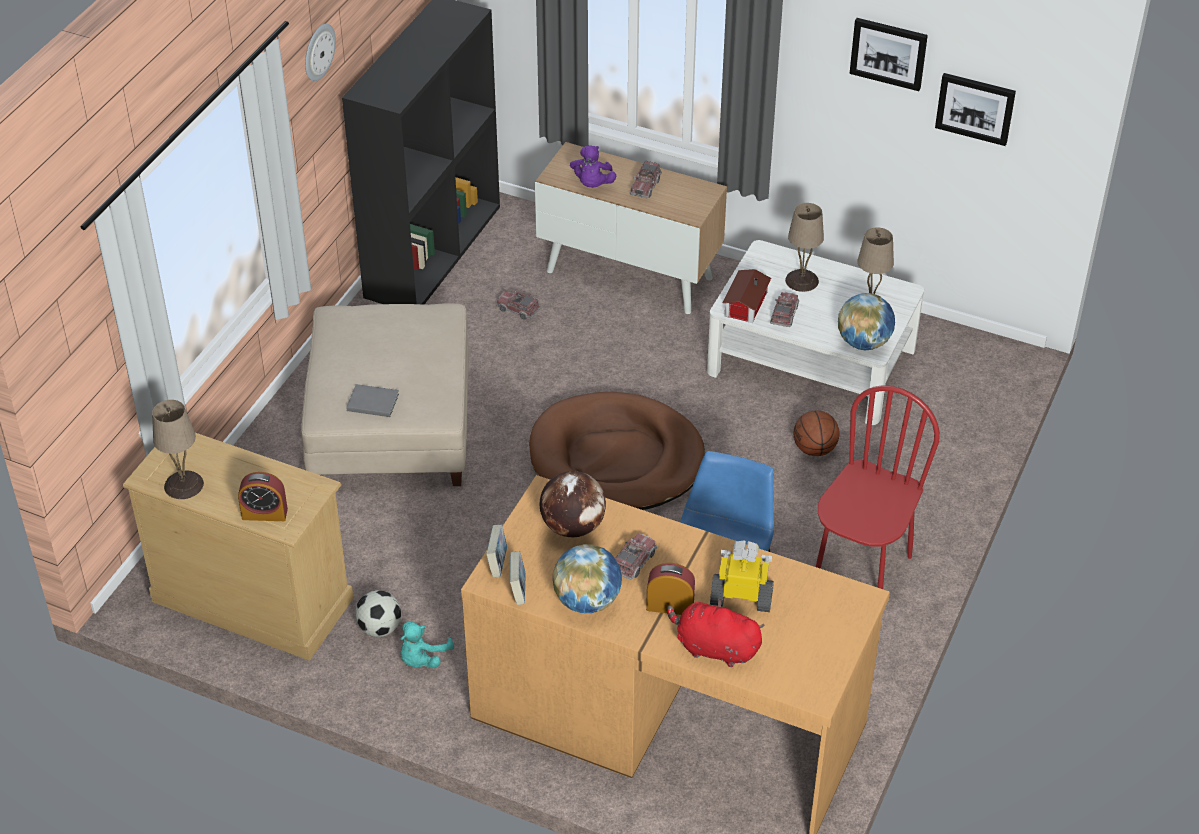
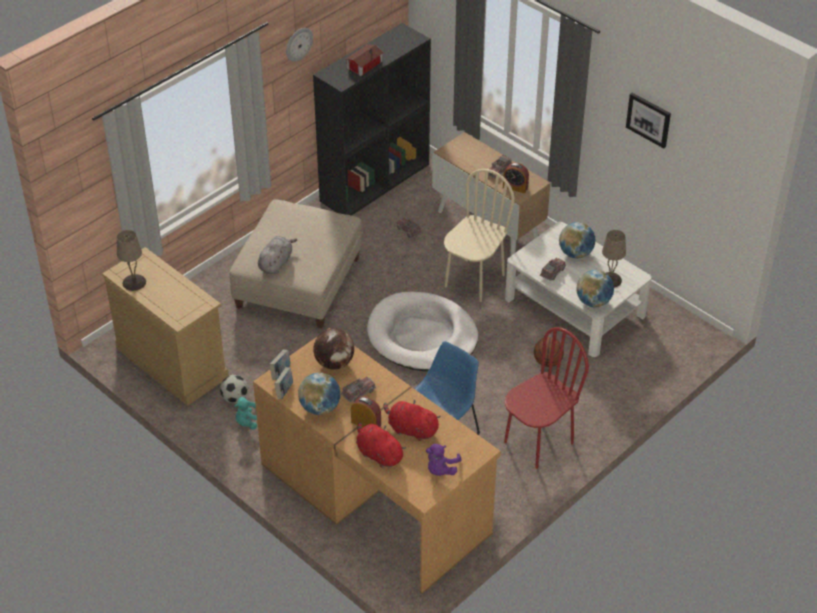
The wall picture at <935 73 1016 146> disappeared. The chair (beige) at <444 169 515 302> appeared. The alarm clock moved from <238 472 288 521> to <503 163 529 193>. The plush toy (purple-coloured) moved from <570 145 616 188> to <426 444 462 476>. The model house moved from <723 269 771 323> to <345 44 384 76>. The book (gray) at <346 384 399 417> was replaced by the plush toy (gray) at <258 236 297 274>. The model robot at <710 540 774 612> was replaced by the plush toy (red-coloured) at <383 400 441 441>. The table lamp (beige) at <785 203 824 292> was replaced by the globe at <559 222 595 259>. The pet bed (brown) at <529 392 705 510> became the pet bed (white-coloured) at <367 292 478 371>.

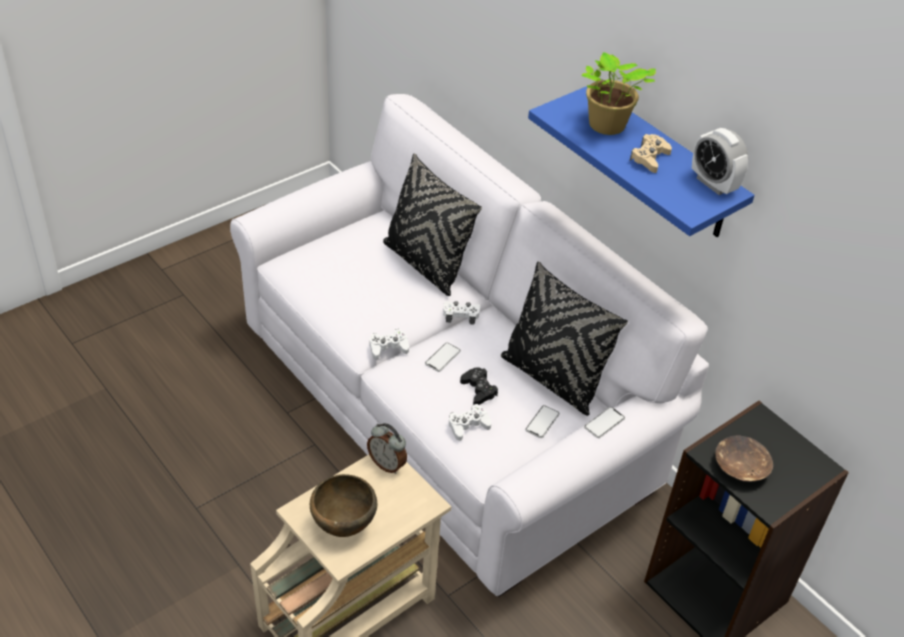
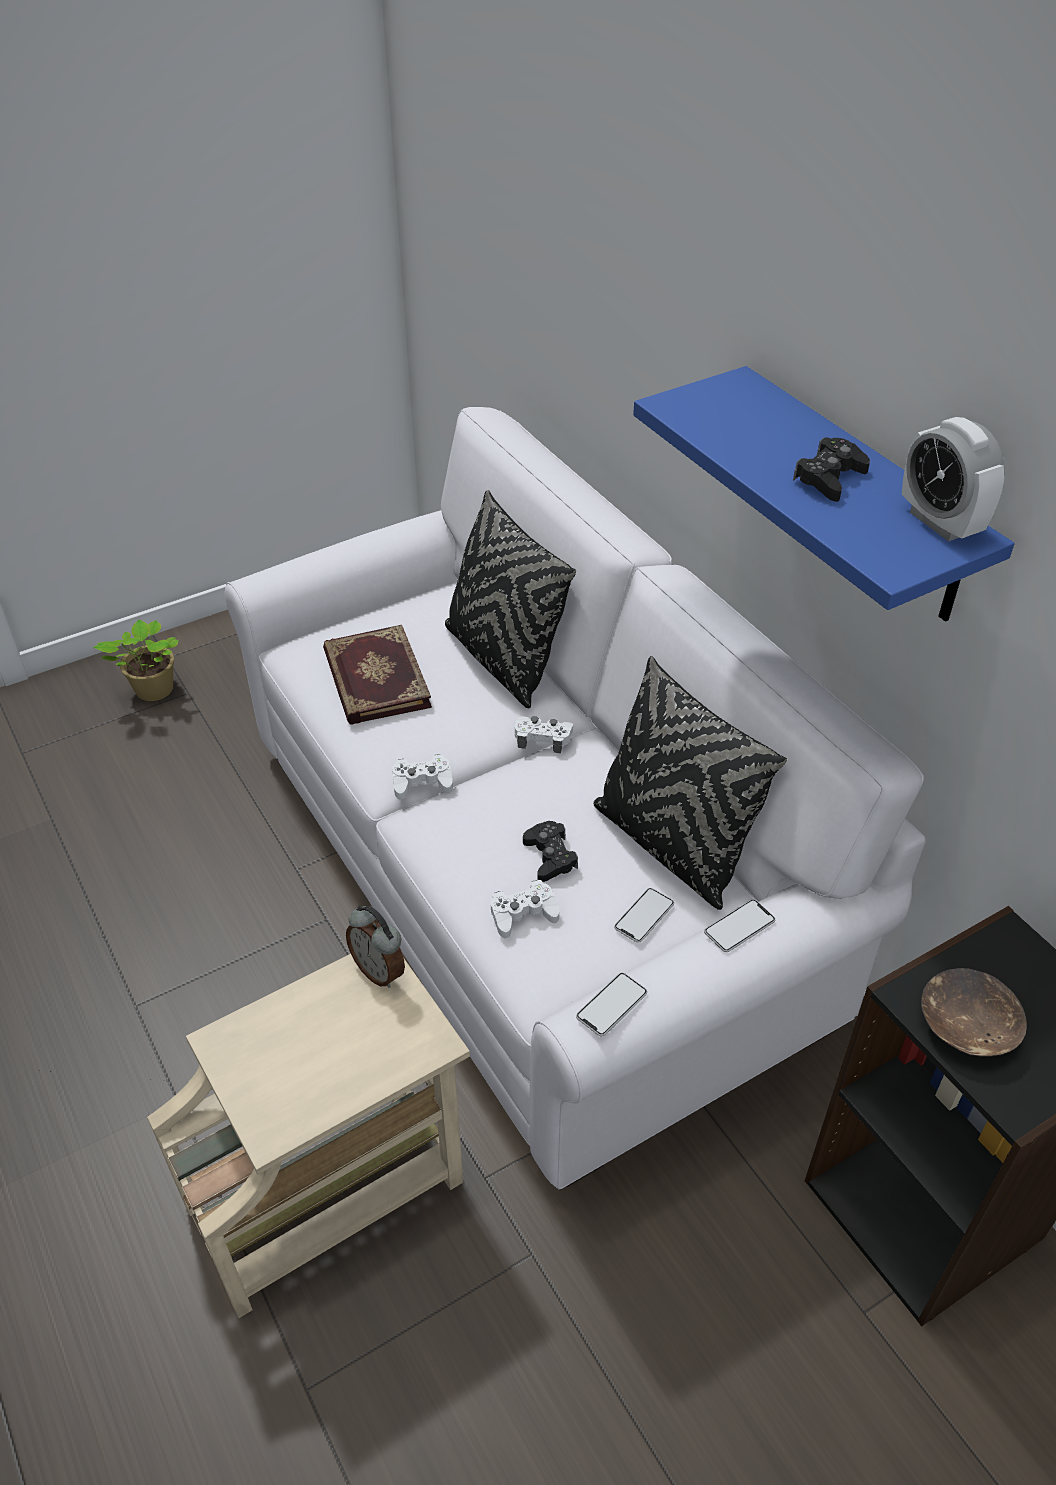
The deep dish (brown) at <310 474 377 537> disappeared. The book at <323 625 432 725> appeared. The handset moved from <425 343 461 372> to <576 973 647 1036>. The houseplant moved from <582 52 656 135> to <93 619 179 701>. The gamepad (beige) at <630 134 672 173> became the gamepad (black-coloured) at <793 437 870 502>.

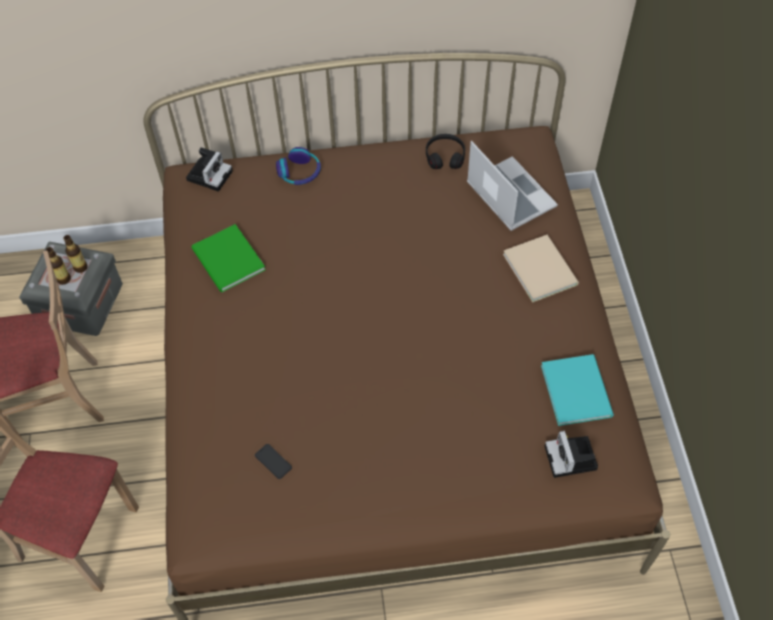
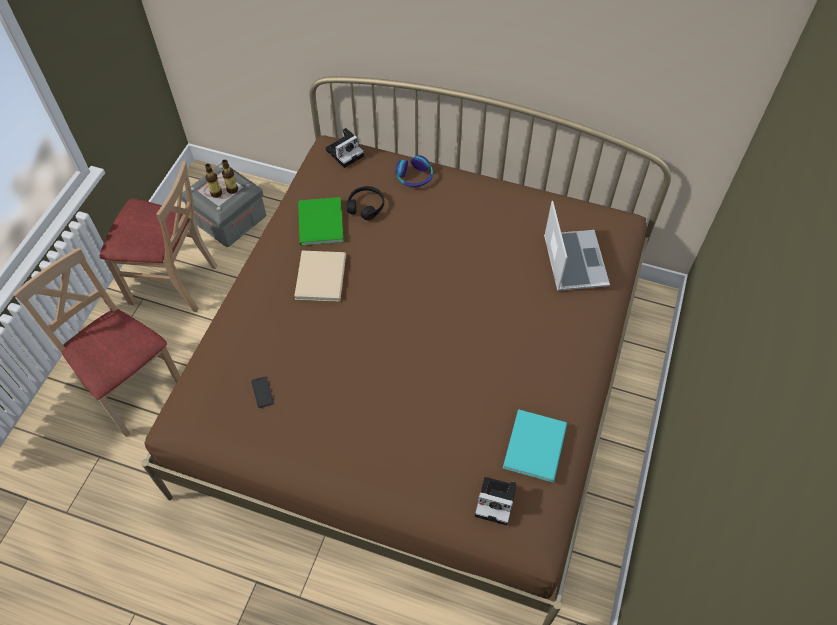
The headphones (black-coloured) moved from <426 134 465 169> to <347 186 384 220>. The book (beige) moved from <503 235 579 303> to <294 251 346 302>. The still camera at <545 431 598 478> turned 90 degrees counterclockwise.

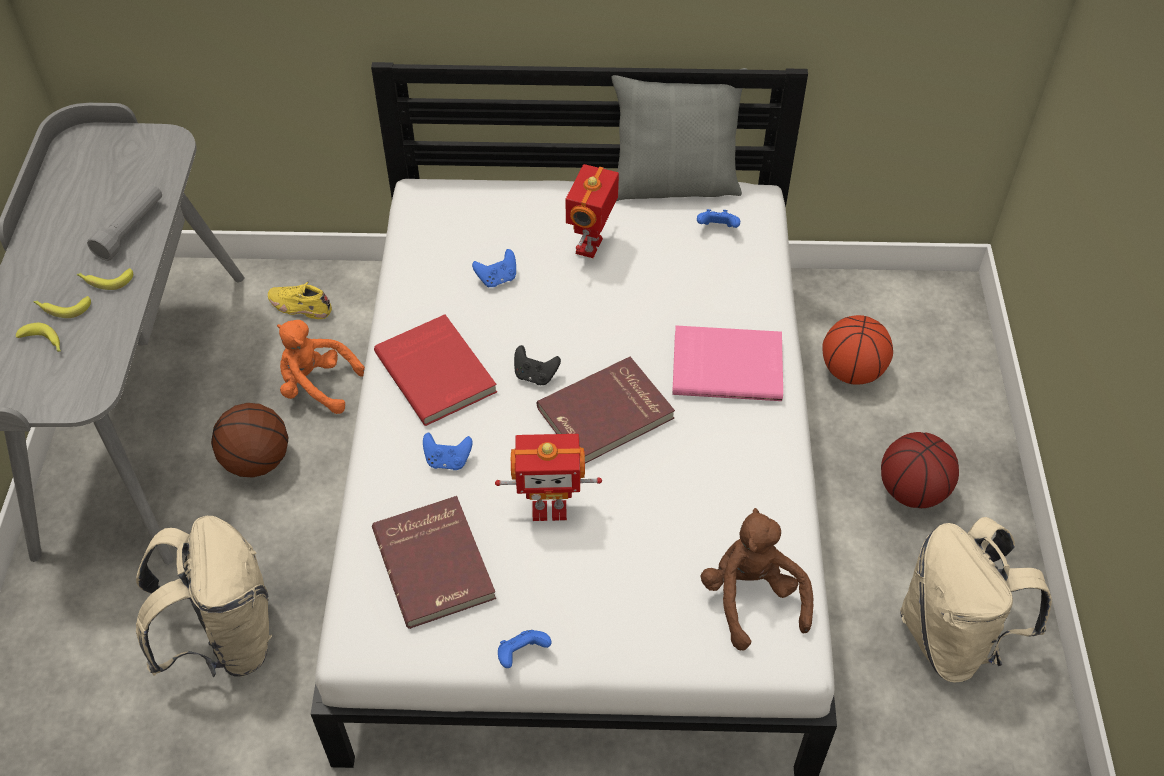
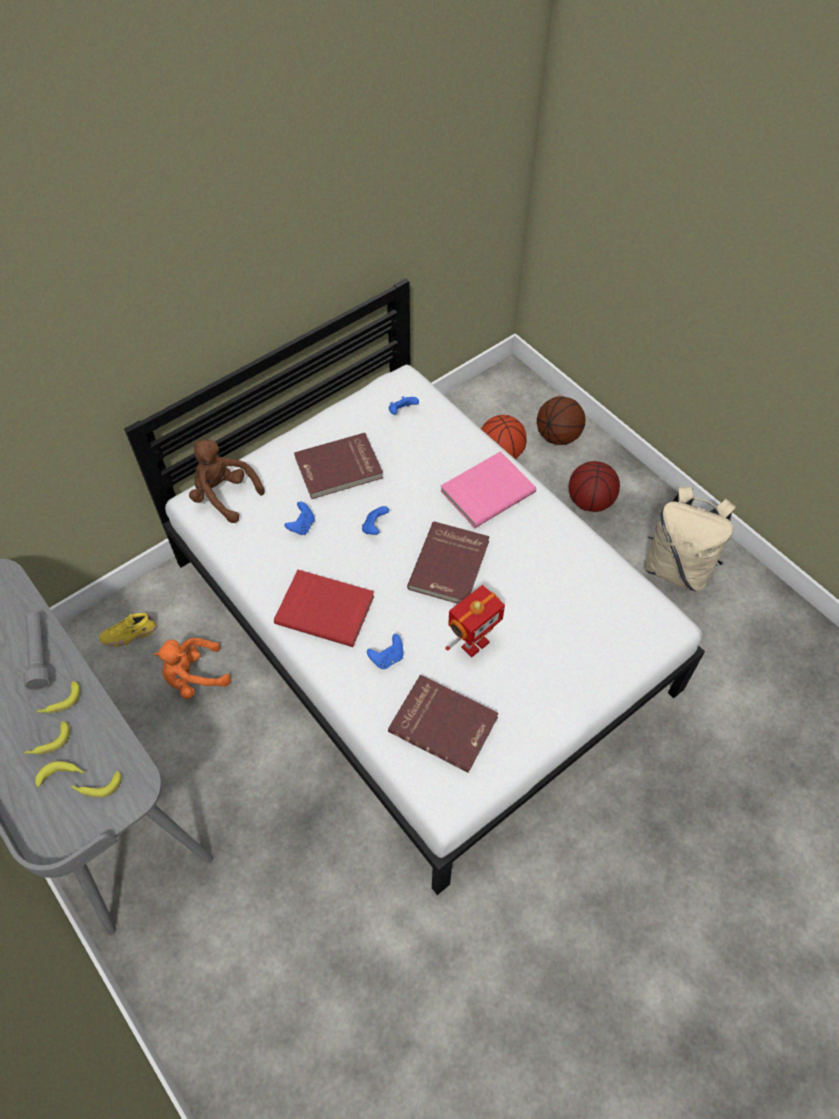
The rucksack (beige) at <136 516 272 677> disappeared. The gamepad (black-coloured) at <514 345 561 385> disappeared. The pillow (gray) at <611 68 747 201> disappeared. The whole banana at <70 771 122 798> appeared. The basketball ball moved from <211 403 288 478> to <537 396 586 445>. The gamepad (blue-coloured) moved from <498 630 552 668> to <362 506 389 535>. The plush toy (brown) moved from <700 508 814 650> to <189 440 265 523>. The model robot at <565 164 619 258> was replaced by the book (red-coloured) at <294 433 383 499>.

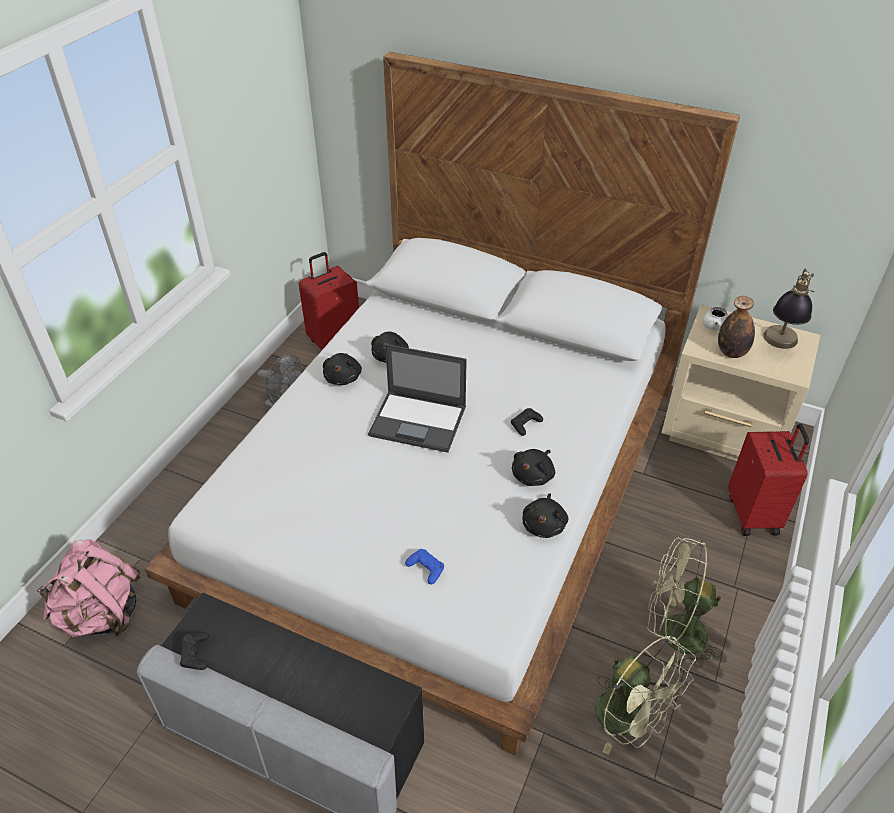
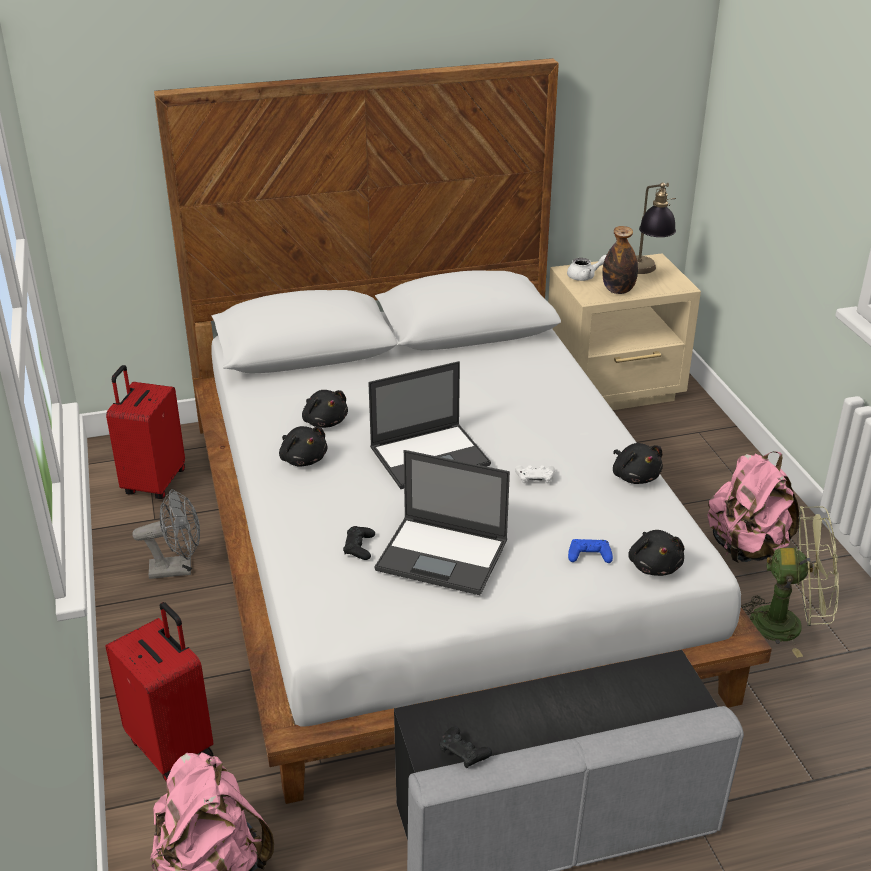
The laptop at <375 450 510 595> appeared. The gamepad (white-coloured) at <515 465 555 484> appeared. The gamepad (black-coloured) moved from <511 408 543 436> to <343 526 375 560>. The plush toy (black-coloured) moved from <512 449 555 486> to <628 530 684 576>. The piece of luggage (red-coloured) moved from <729 424 809 536> to <106 602 213 782>. The cooling fan (greenish) at <647 538 722 669> was replaced by the rucksack (pinkish) at <707 452 799 563>.

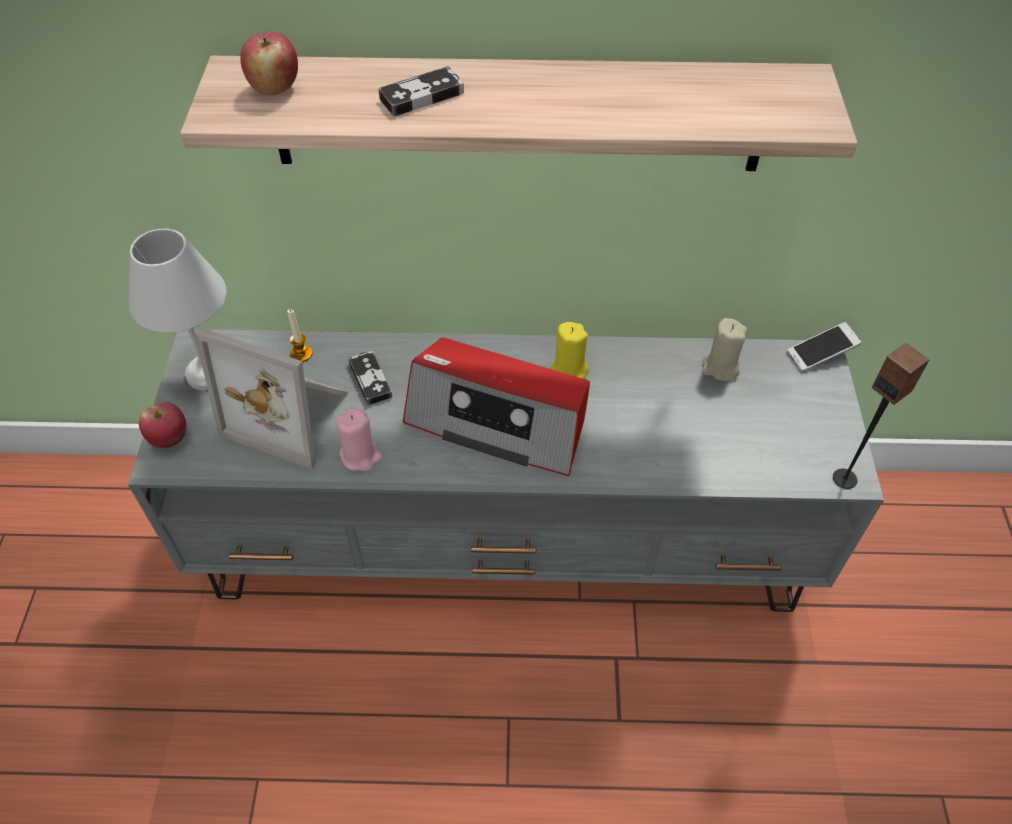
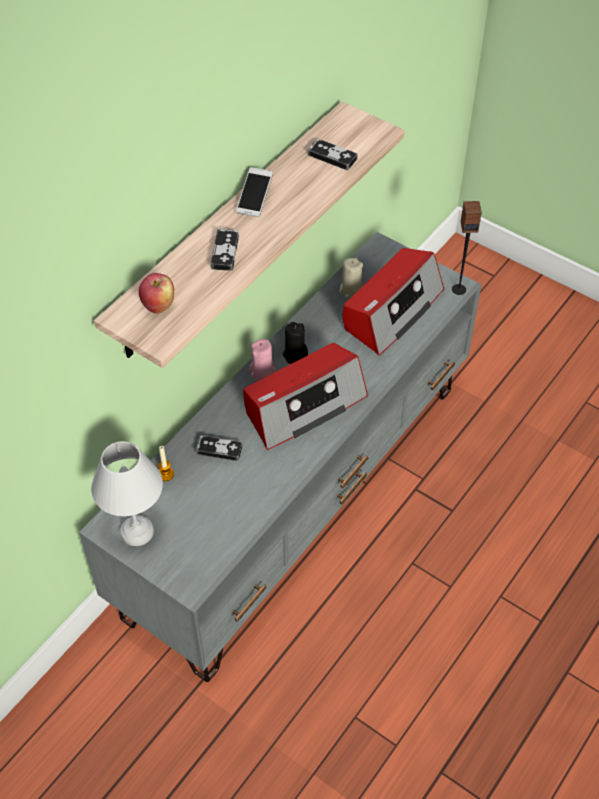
The apple at <139 402 186 448> disappeared. The photo frame at <194 327 348 469> disappeared. The gamepad at <308 139 357 170> appeared. The radio receiver at <343 248 444 356> appeared. The wax light (pinkish) moved from <335 408 383 471> to <249 339 276 380>. The handset moved from <787 322 861 372> to <236 167 273 217>. The wax light (yellowish) at <550 322 589 379> became the wax light (black-coloured) at <283 322 308 364>.

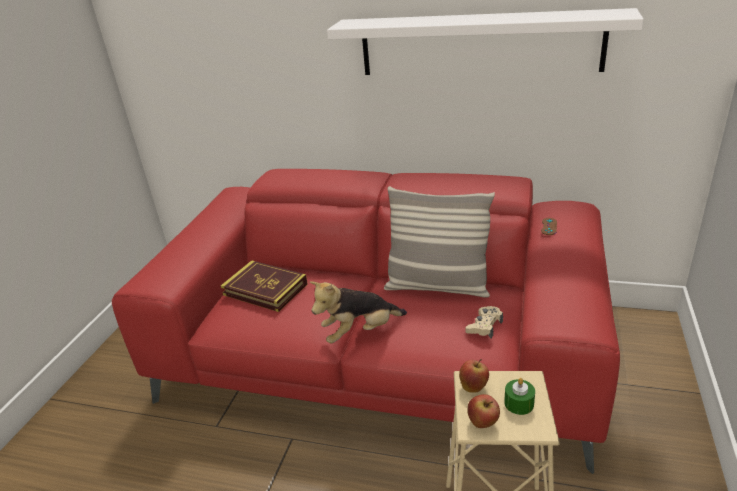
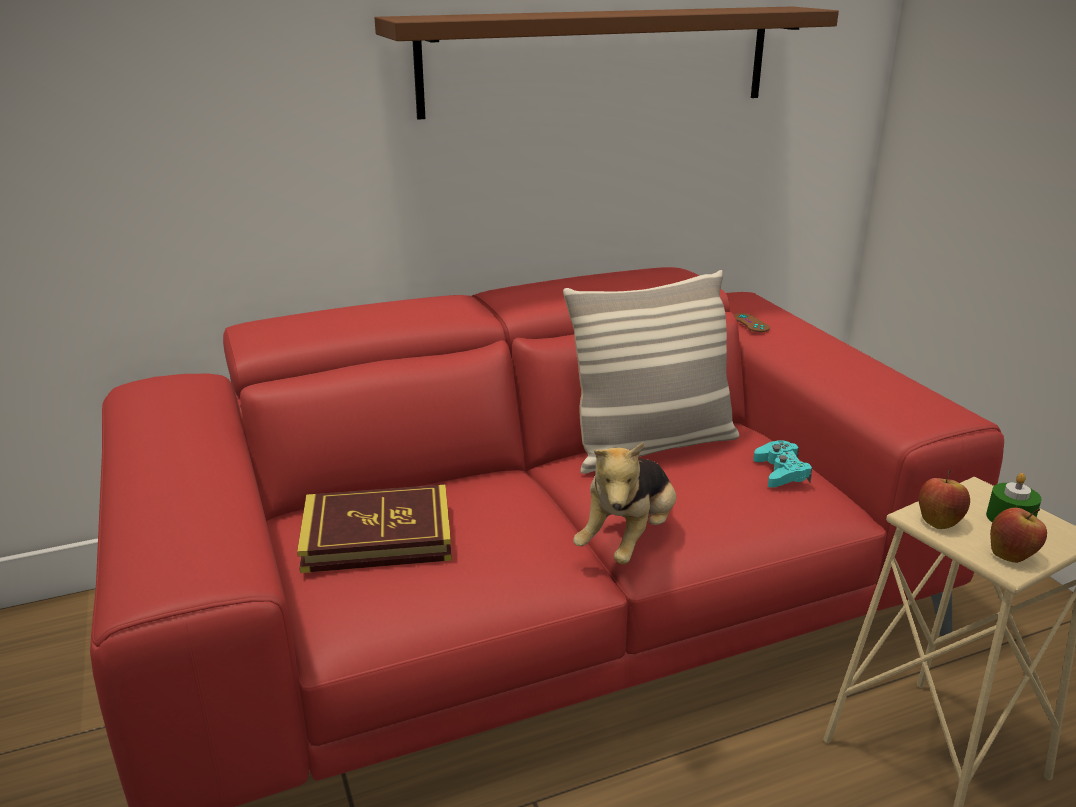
The wall shelf (white-coloured) at <327 8 644 75> became the wall shelf (brown) at <375 6 839 120>. The gamepad (beige) at <466 306 503 338> became the gamepad (turquoise) at <753 440 812 488>.

